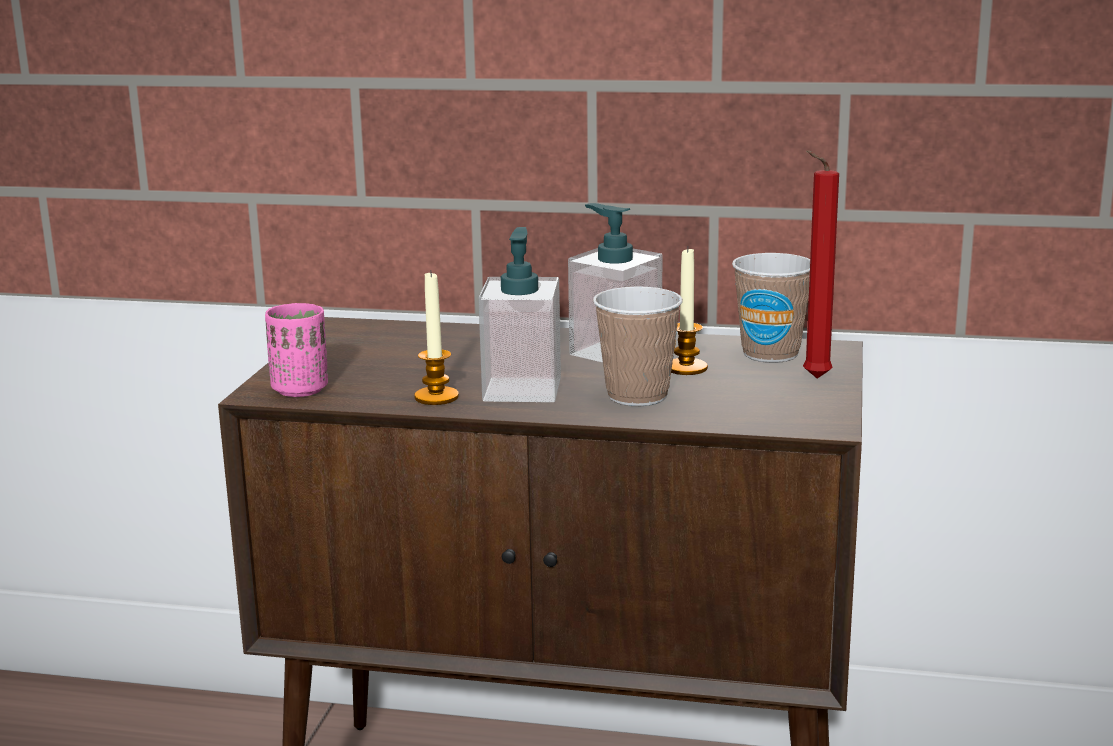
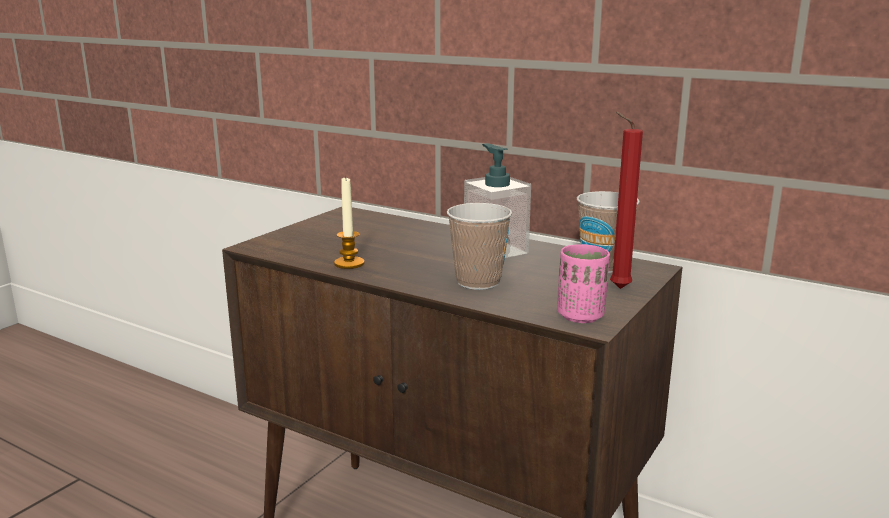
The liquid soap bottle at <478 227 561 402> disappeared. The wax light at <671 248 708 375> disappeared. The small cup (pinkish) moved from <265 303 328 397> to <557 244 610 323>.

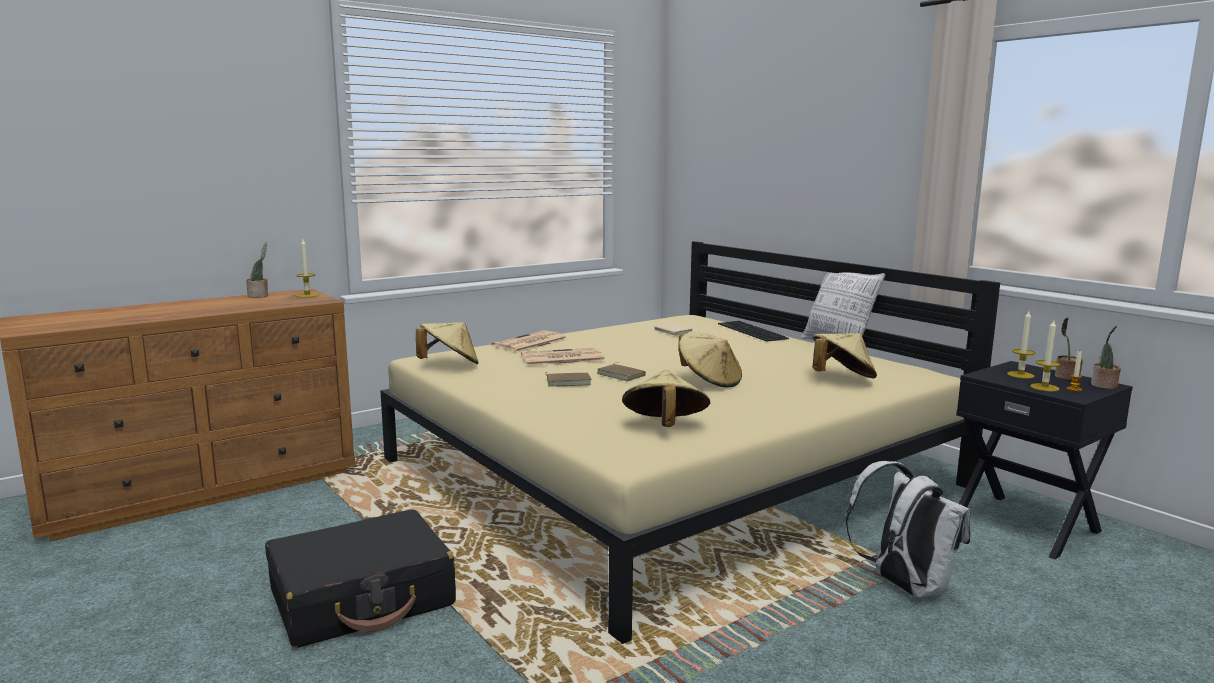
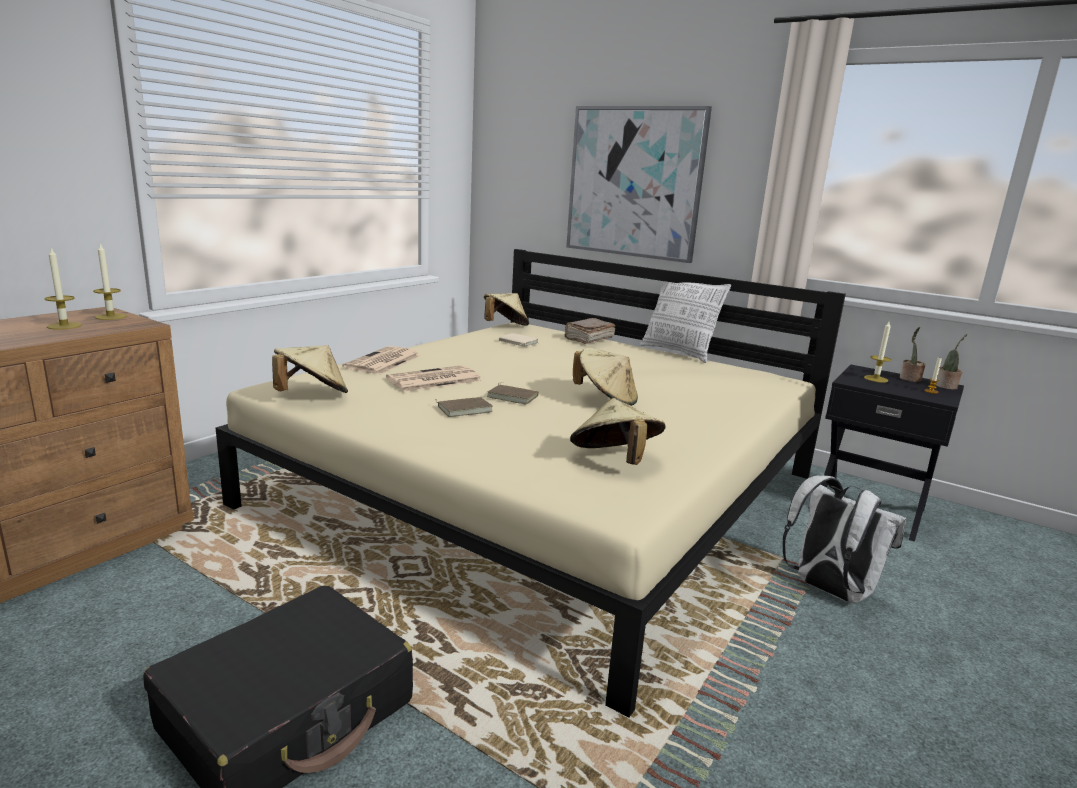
The houseplant at <246 242 268 298> disappeared. The wall picture at <566 106 712 263> appeared. The clothing hat (beige) moved from <813 333 877 378> to <484 293 529 326>. The wax light moved from <1030 320 1061 392> to <45 248 82 330>. The PC keyboard at <718 321 789 342> was replaced by the book (brown) at <564 318 615 344>.

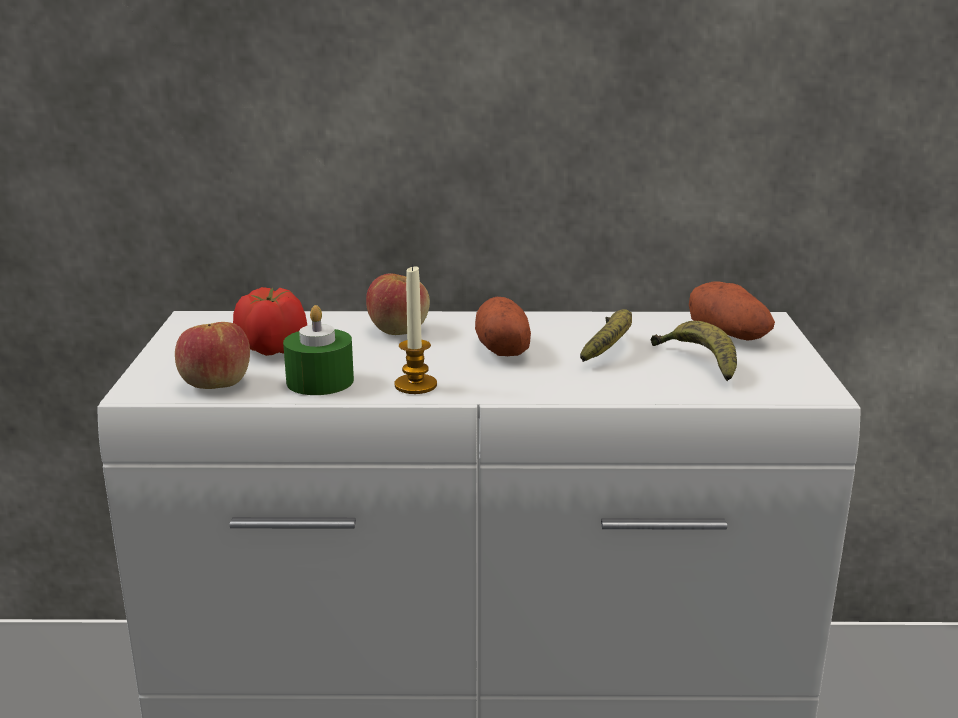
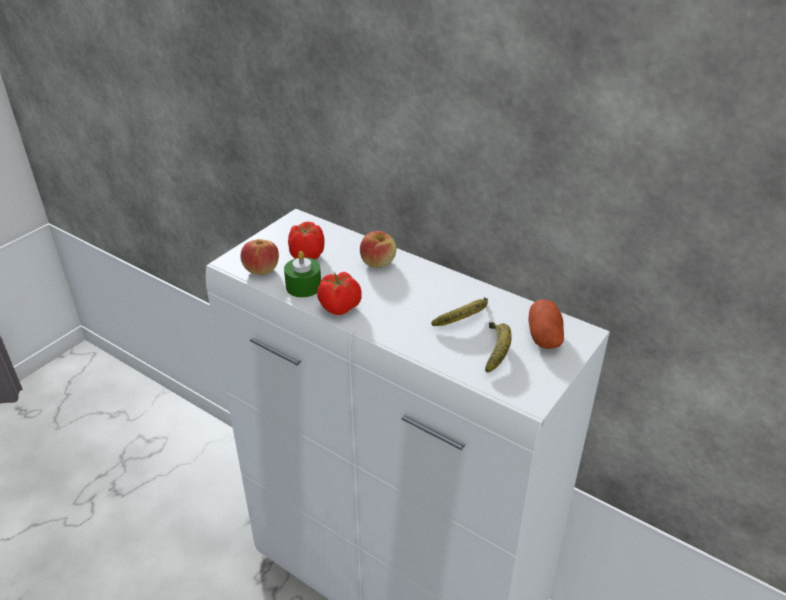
The potato at <475 297 531 356> disappeared. The wax light at <394 264 437 394> was replaced by the tomato at <317 272 361 315>.

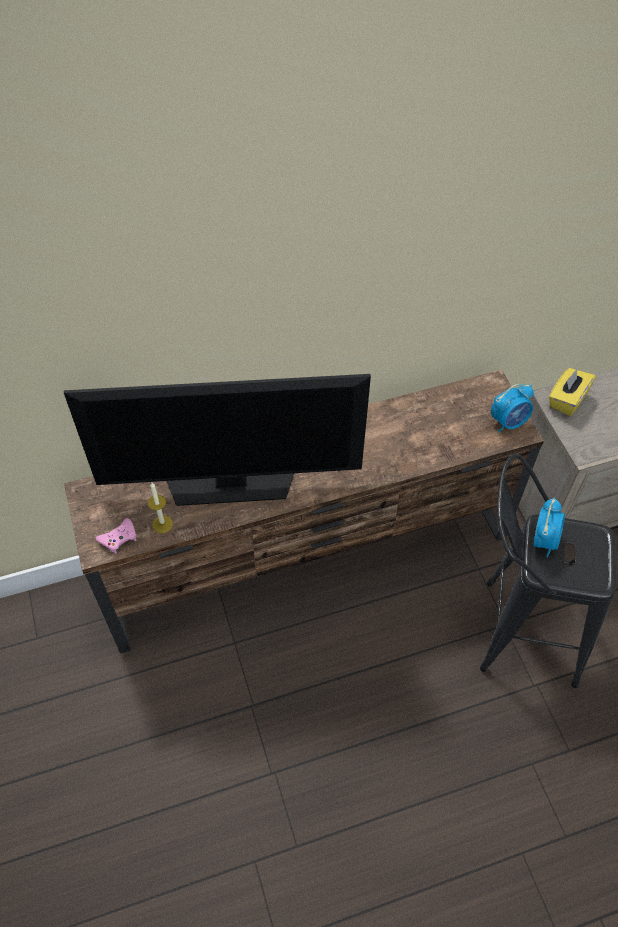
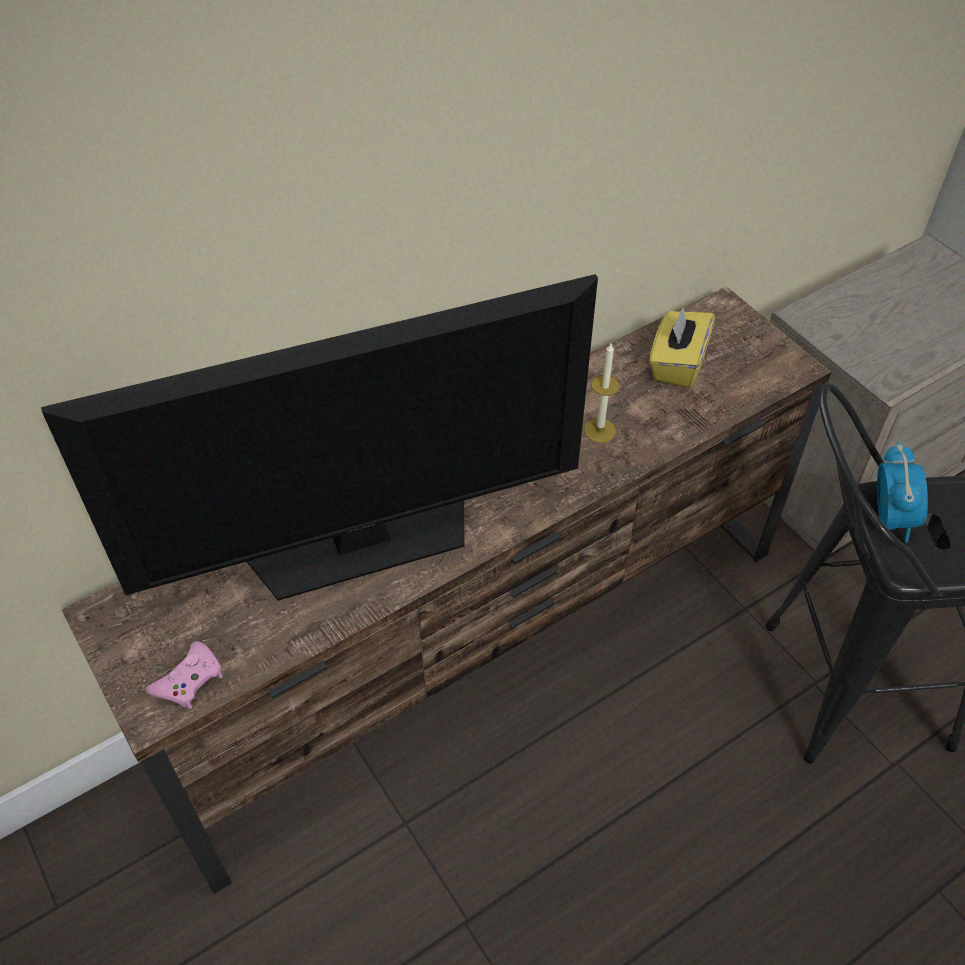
The alarm clock at <491 384 534 433> disappeared. The wax light moved from <148 483 173 533> to <584 343 620 443>. The tissue box (yellowish) moved from <549 368 596 416> to <649 307 715 388>.

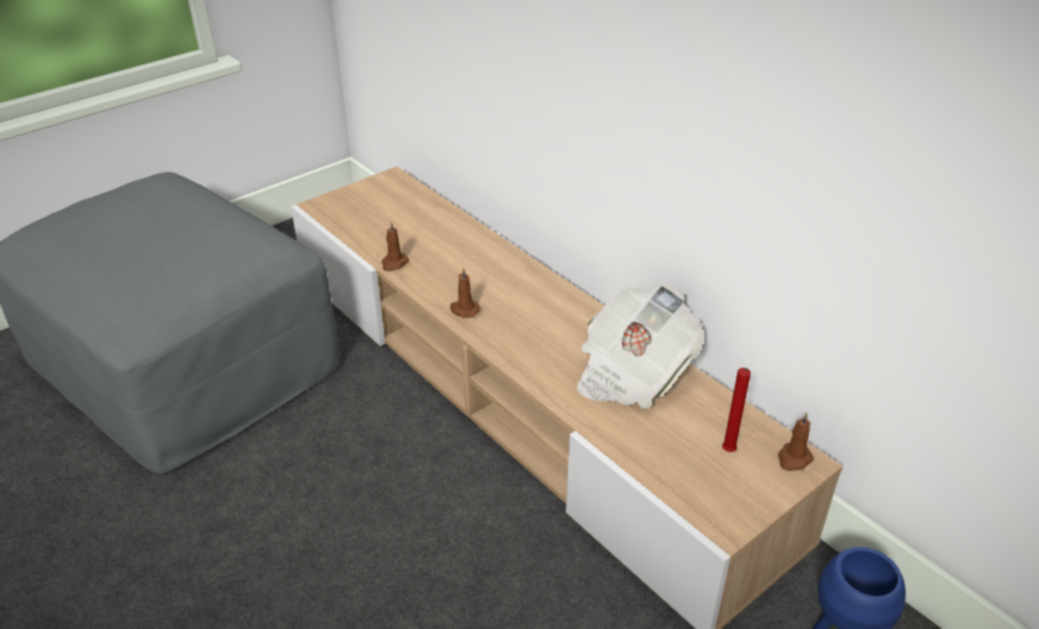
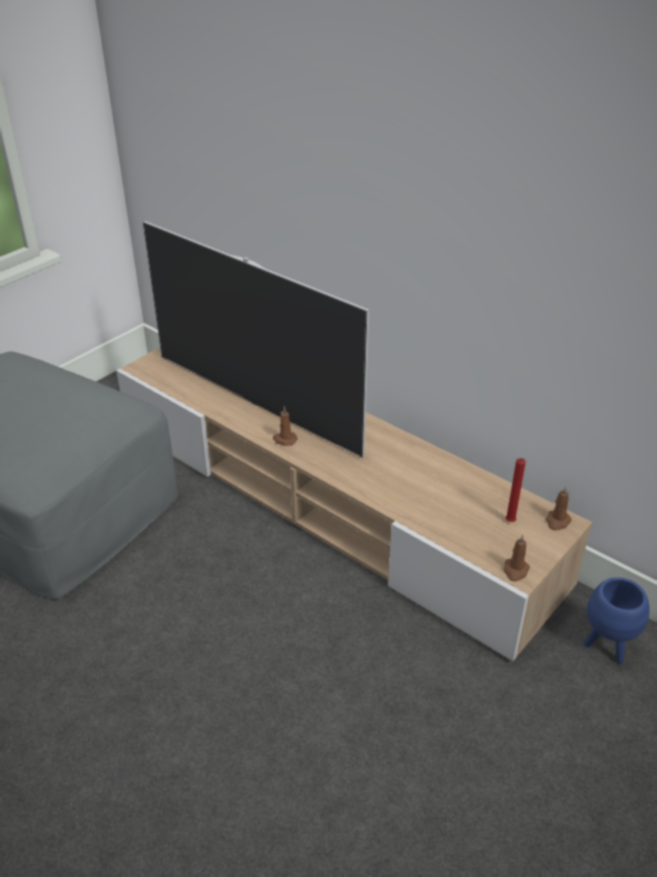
The daily paper at <577 285 703 409> disappeared. The television at <143 221 369 458> appeared. The wax light (brown) moved from <382 222 409 271> to <504 534 530 582>.

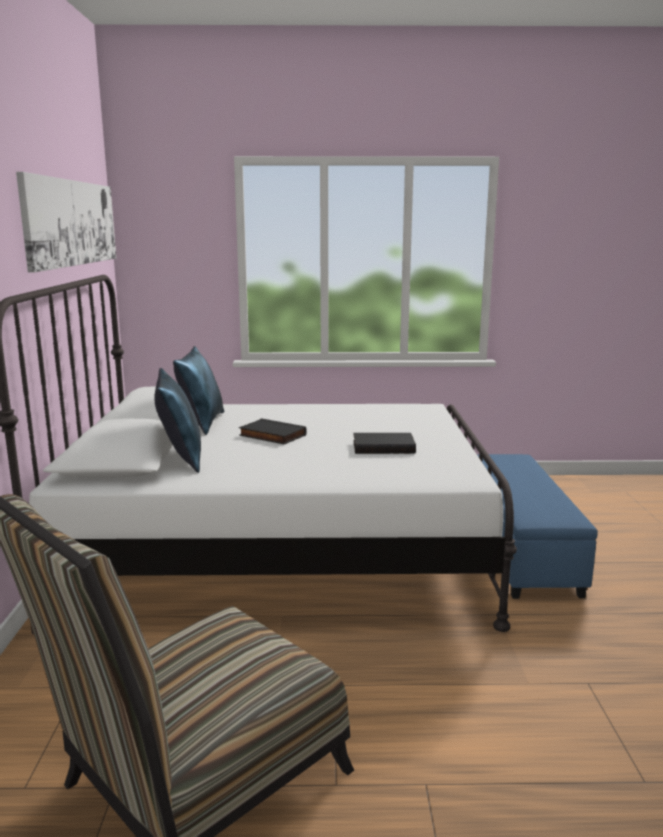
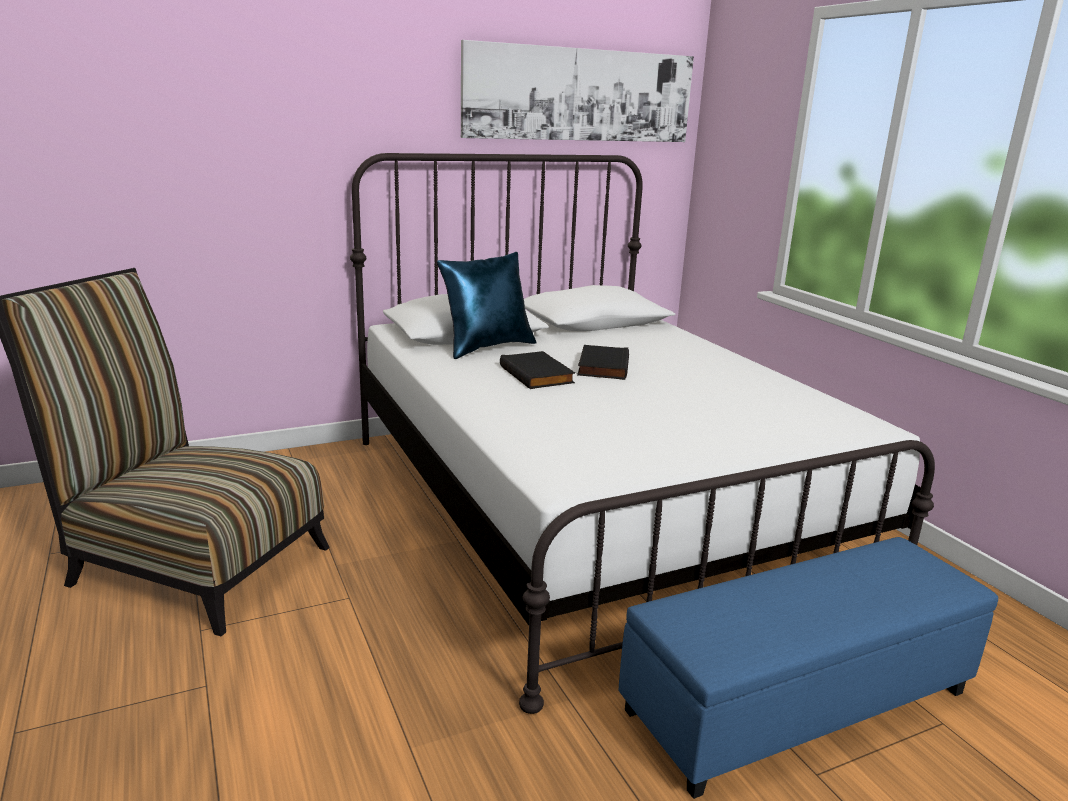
The pillow (blue-coloured) at <173 346 224 435> disappeared. The book (black-coloured) moved from <353 433 416 454> to <500 351 575 389>.

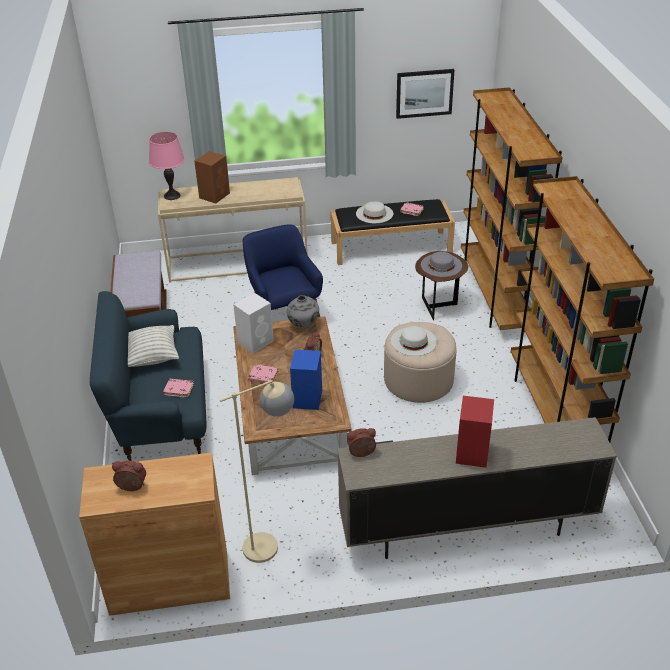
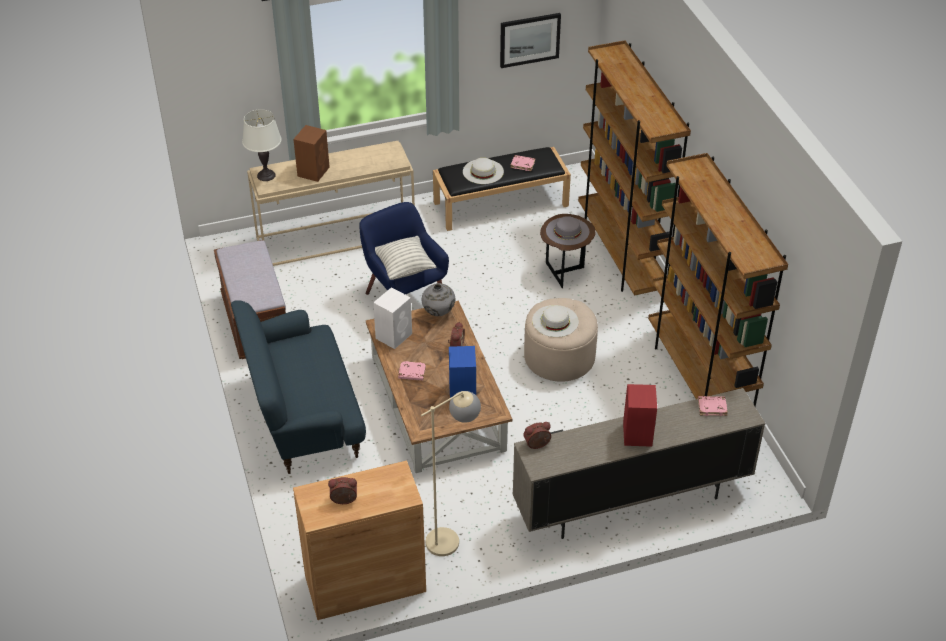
The pillow moved from <128 325 179 367> to <375 236 437 280>. The book (pinkish) moved from <163 379 194 398> to <698 396 728 416>. The table lamp (pinkish) at <149 132 185 200> became the table lamp (white-coloured) at <242 109 282 181>.

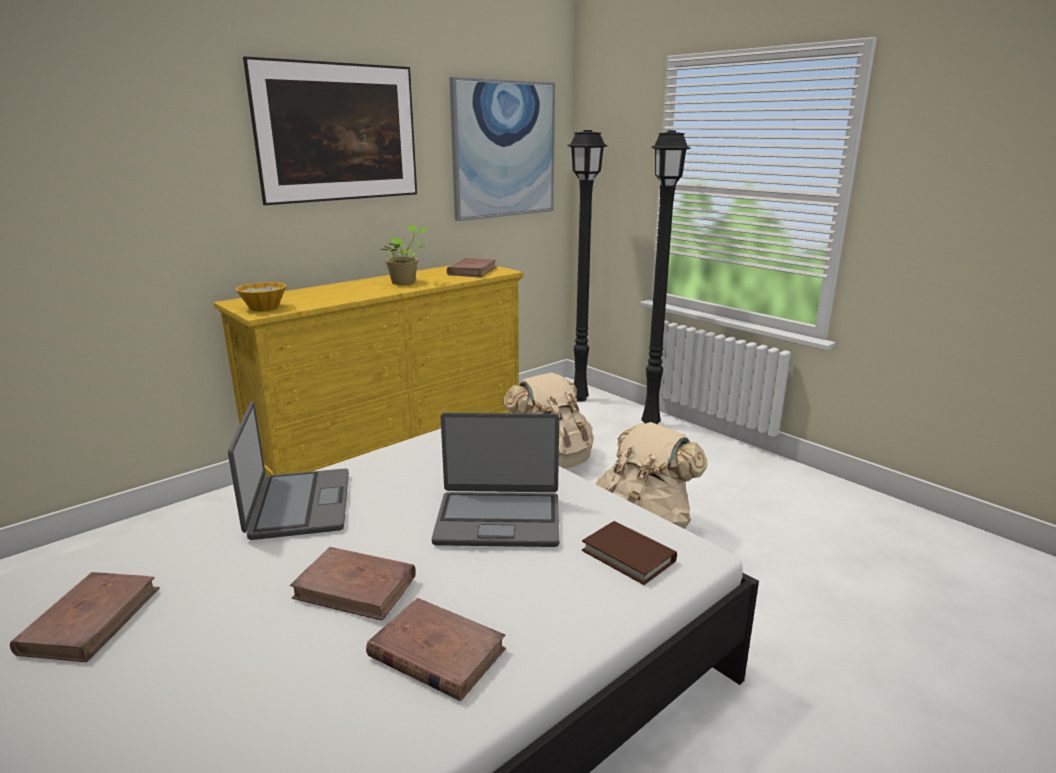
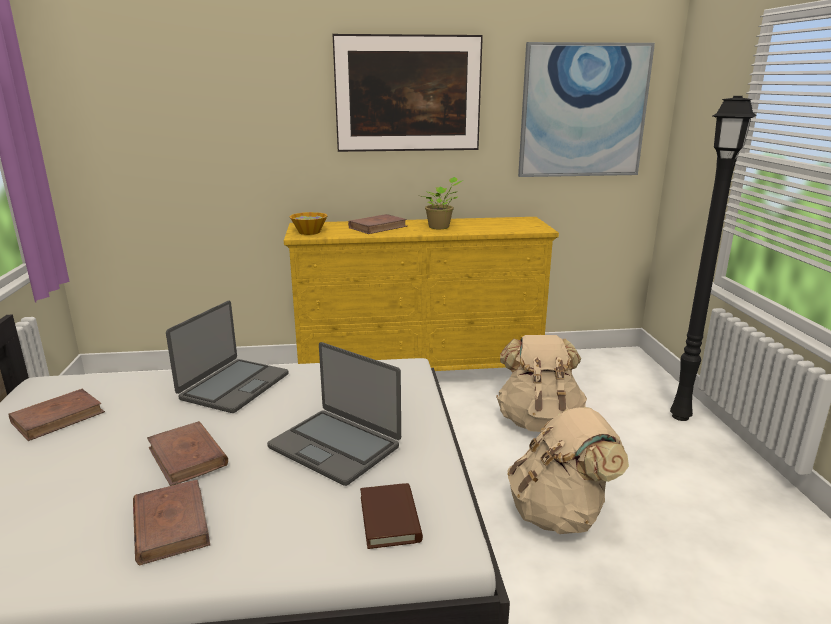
The standing lamp (black-coloured) at <567 130 608 402> disappeared. The book (brown) moved from <447 258 497 277> to <348 214 407 234>.

